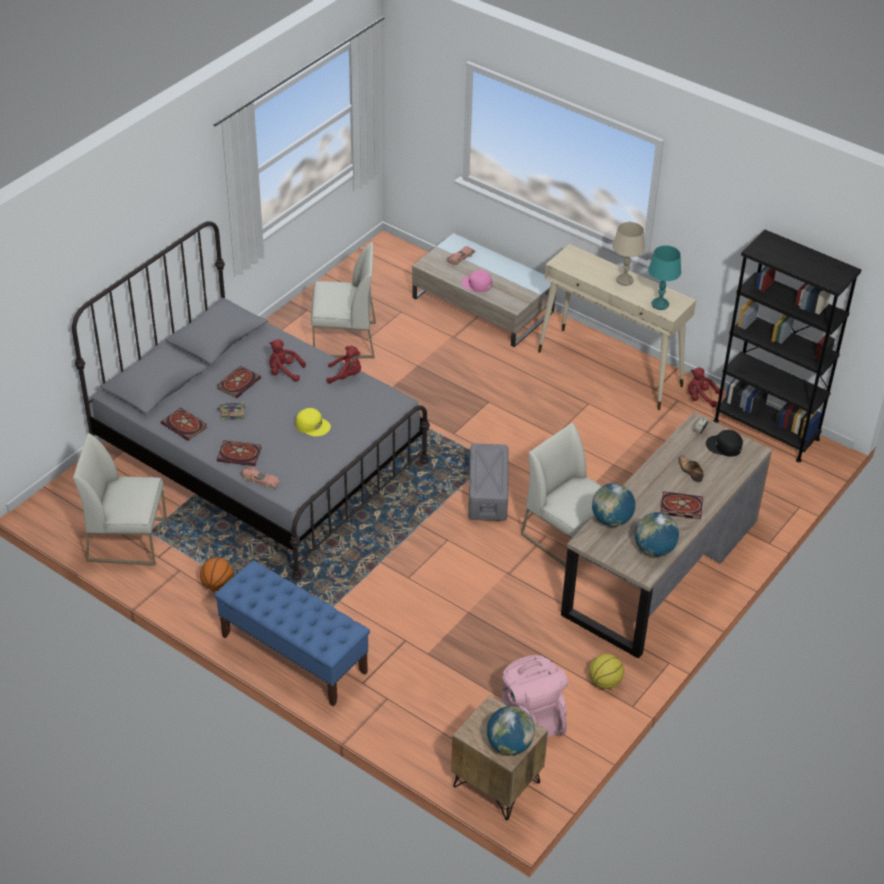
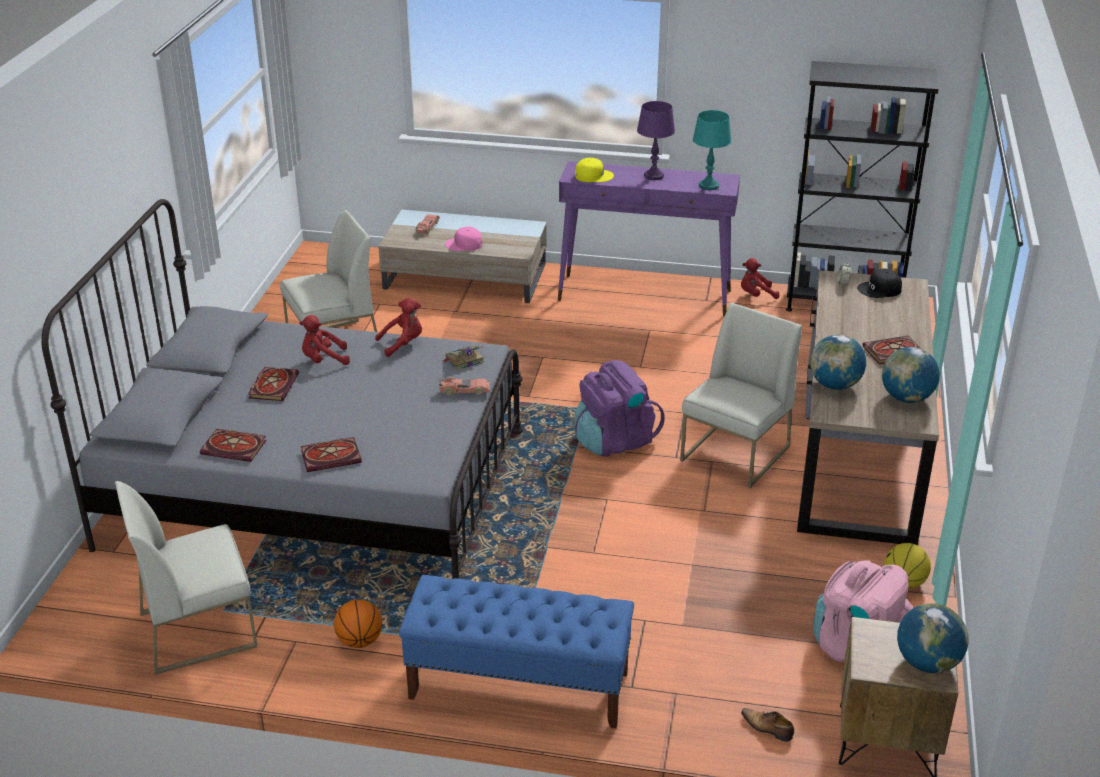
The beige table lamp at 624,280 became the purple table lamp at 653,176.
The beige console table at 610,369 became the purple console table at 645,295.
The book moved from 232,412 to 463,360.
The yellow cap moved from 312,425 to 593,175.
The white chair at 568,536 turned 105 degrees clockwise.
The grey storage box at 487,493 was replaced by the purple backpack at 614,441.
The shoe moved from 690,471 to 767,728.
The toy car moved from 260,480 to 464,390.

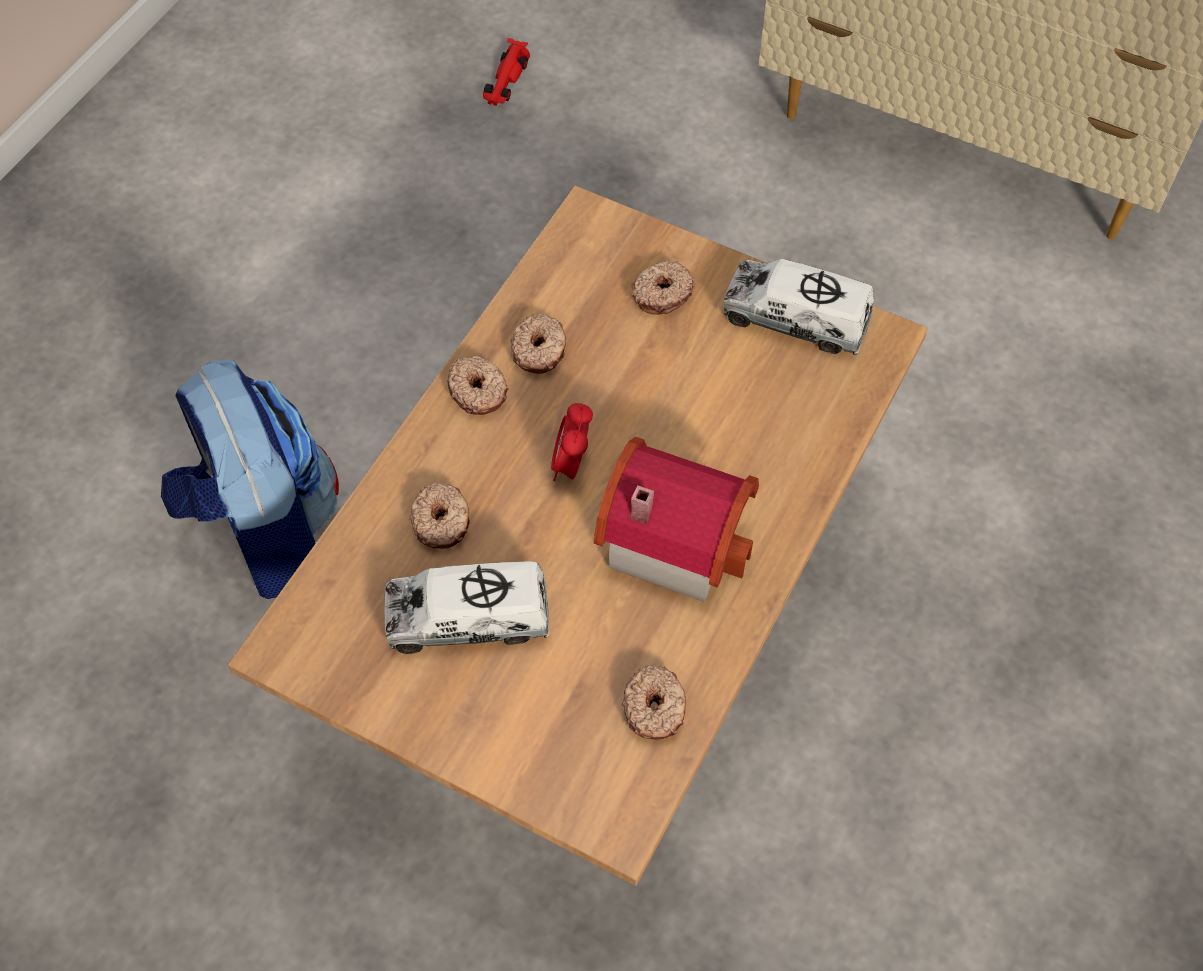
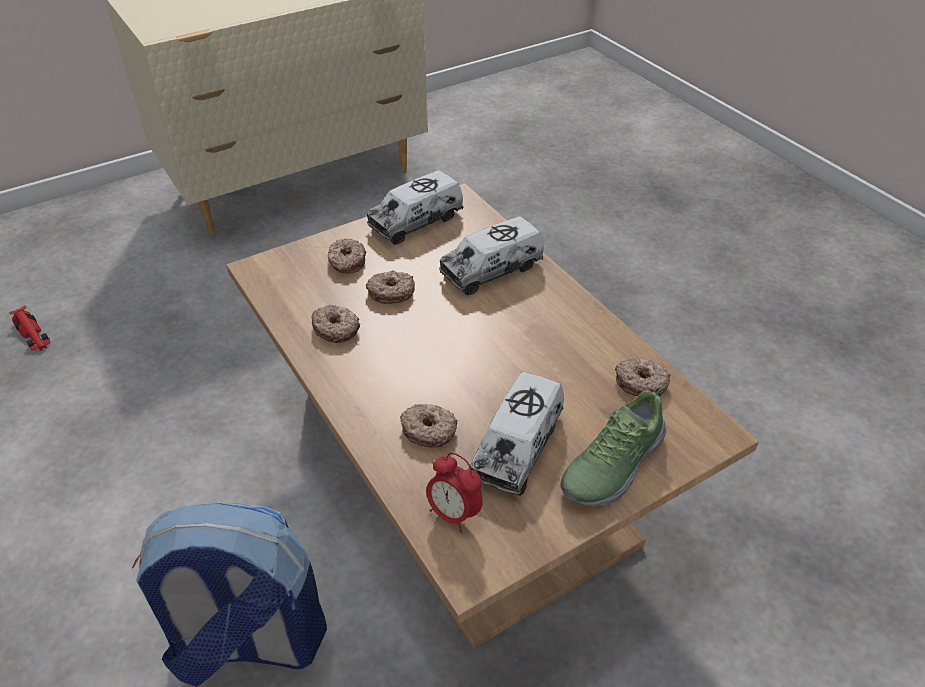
The donut moved from 478,391 to 391,292.
The alarm clock moved from 571,465 to 453,513.
The toy house at 674,534 disappeared.
The toy truck at 491,270 appeared.
The shoe at 611,464 appeared.

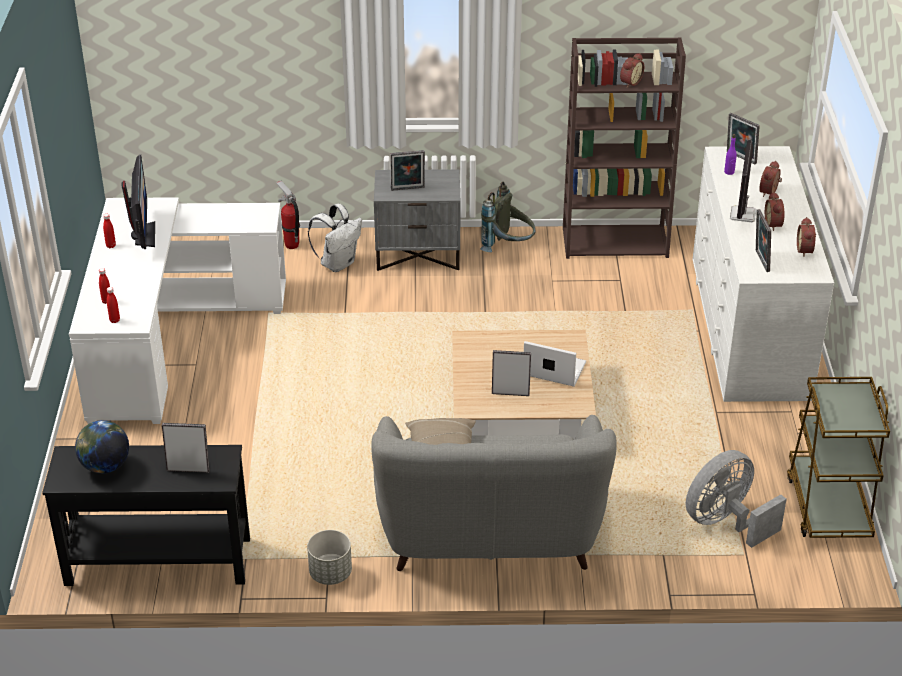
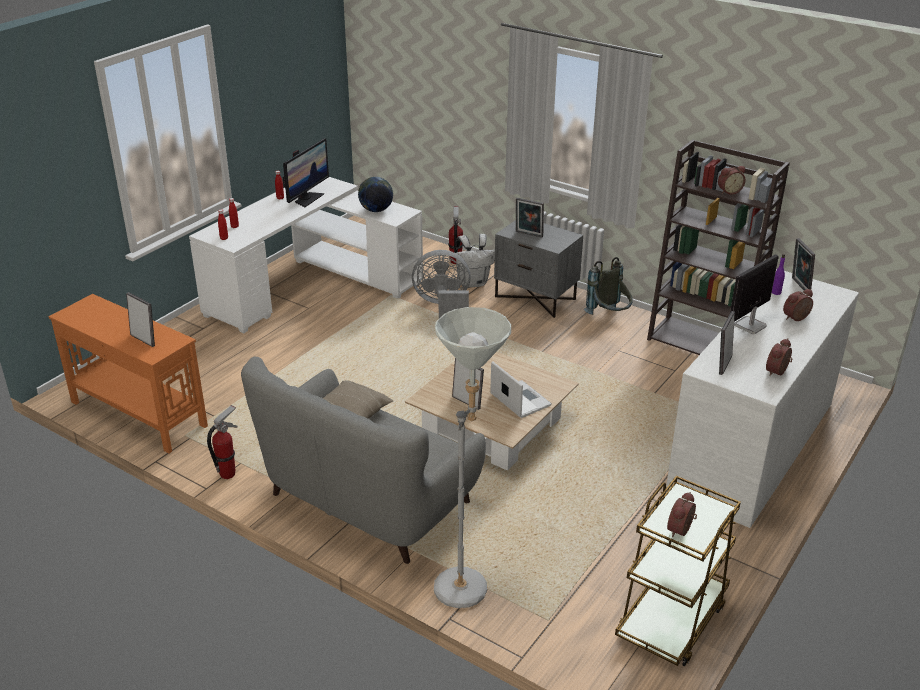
The alarm clock moved from 774,224 to 681,530.
The globe moved from 105,466 to 376,210.
The black console table at 157,561 became the orange console table at 138,413.
The grey fan moved from 725,522 to 443,306.
The grey planter at 330,573 was replaced by the fire extinguisher at 228,474.
The grey floor lamp at 467,581 appeared.

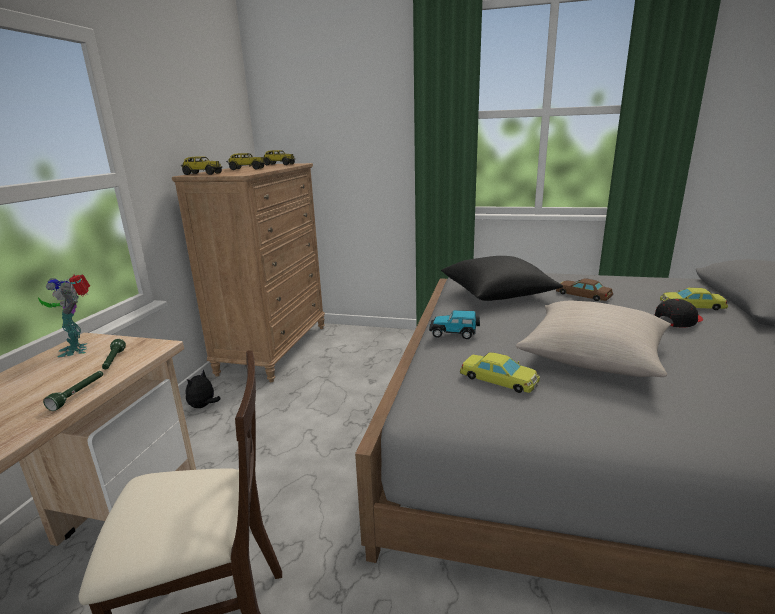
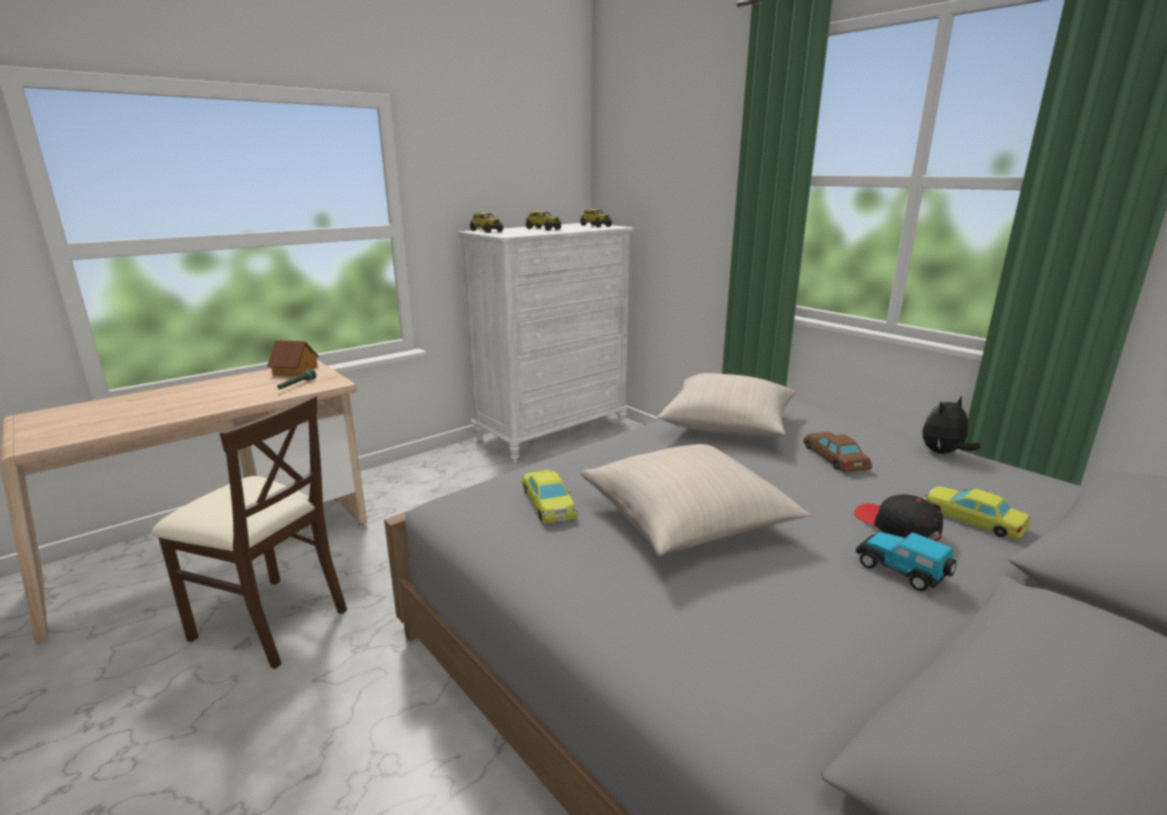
The brown dresser at 274,349 became the white dresser at 552,431.
The black pillow at 497,294 became the beige pillow at 727,425.
The toy robot at 78,349 was replaced by the toy house at 294,371.
The black cap at 677,321 turned 120 degrees counterclockwise.
The toy car moved from 454,333 to 902,571.
The plush toy moved from 203,406 to 943,453.
The green flashlight at 79,394 disappeared.

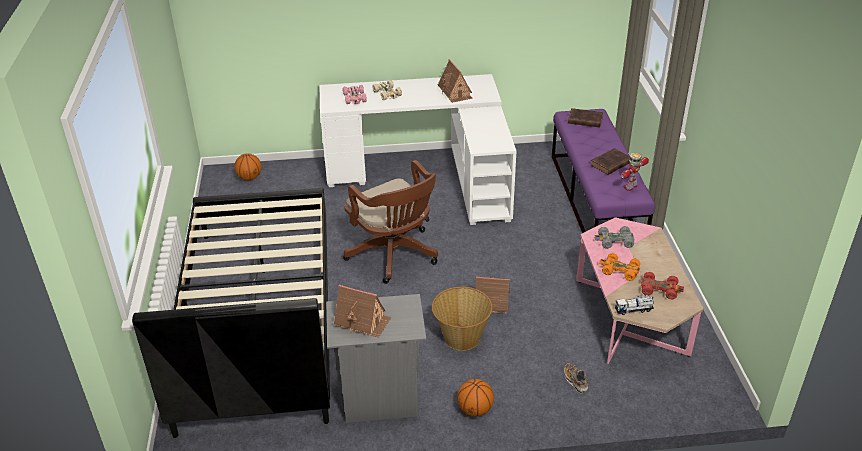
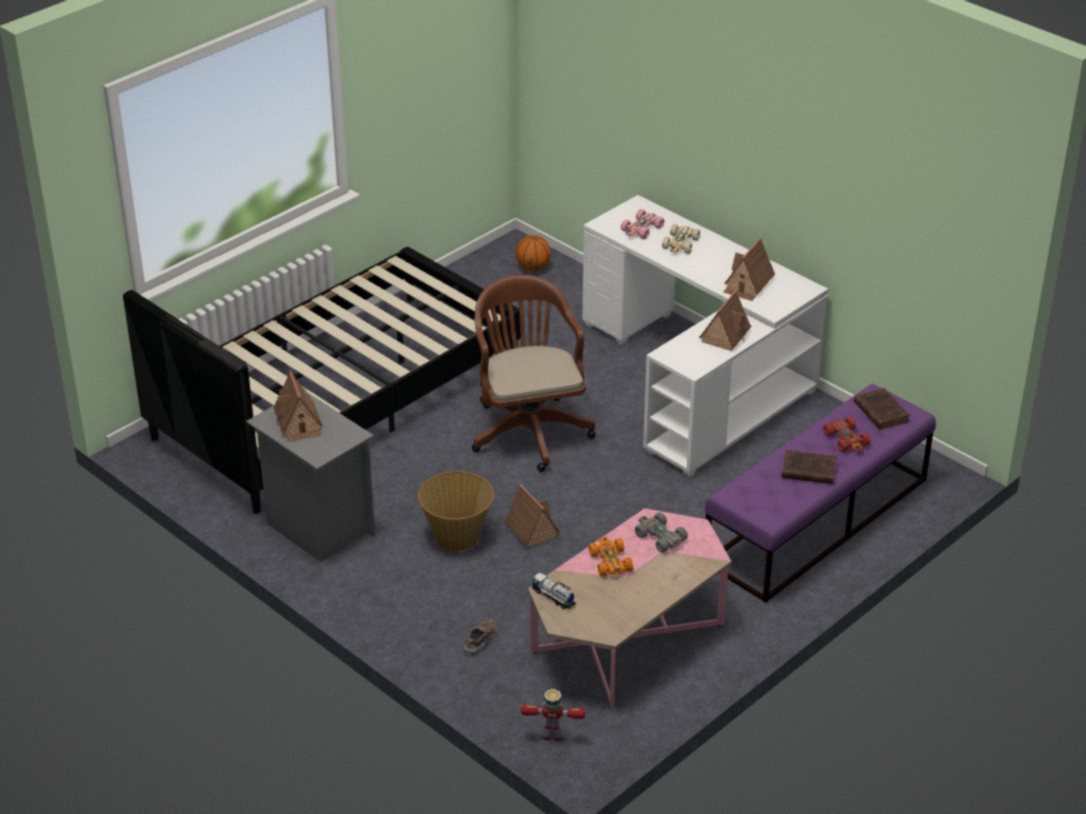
The toy robot moved from 630,186 to 553,735.
The brown office chair at 395,256 turned 150 degrees clockwise.
The red toy car moved from 660,289 to 846,440.
The basketball at 475,410 disappeared.
The toy house at 726,335 appeared.

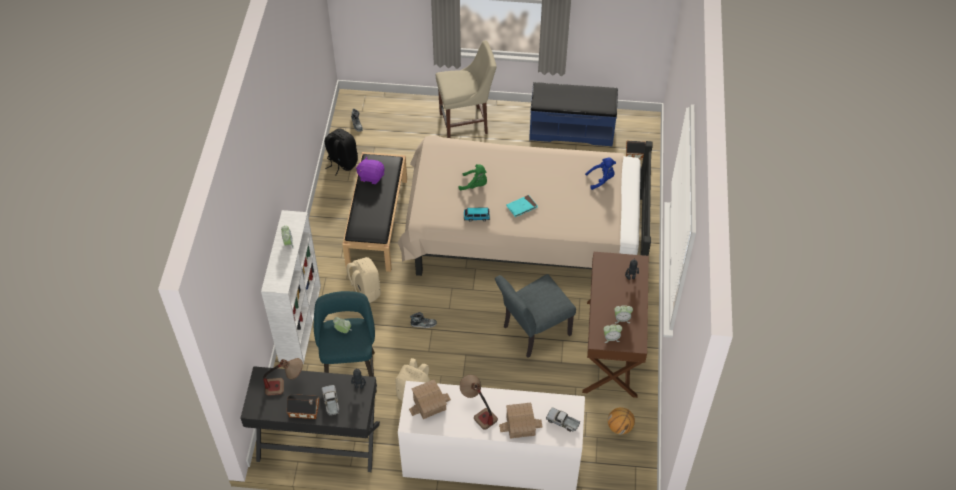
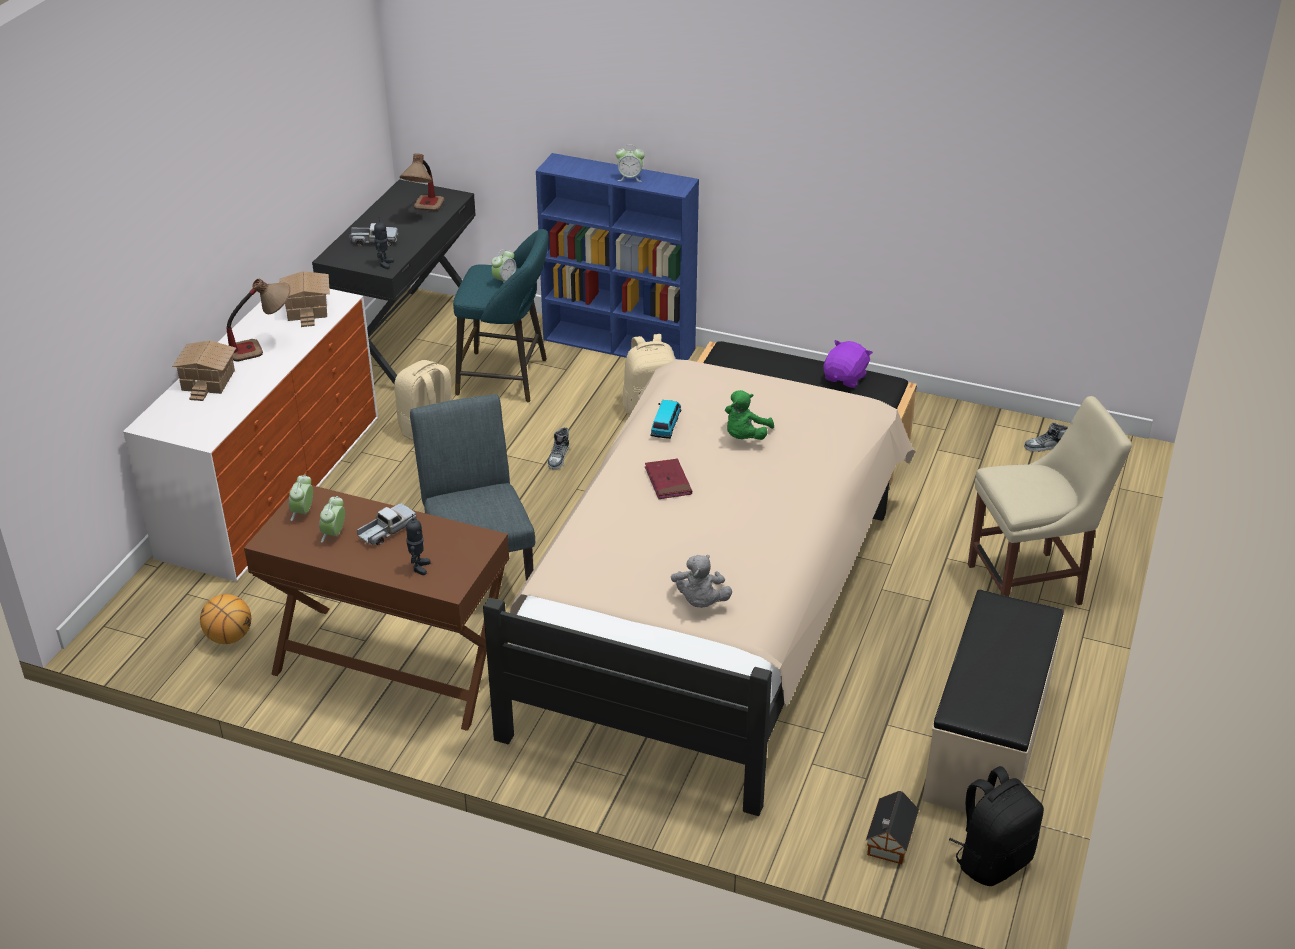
The beige chair at 466,123 turned 105 degrees counterclockwise.
The blue bench at 571,129 became the beige bench at 989,742.
The black backpack moved from 342,162 to 992,860.
The blue plush toy at 601,179 became the grey plush toy at 700,601.
The turquoise book at 521,207 became the red book at 668,481.
The white bookcase at 300,322 became the blue bookcase at 620,344.
The toy house at 305,410 disappeared.
The toy truck moved from 562,422 to 387,531.

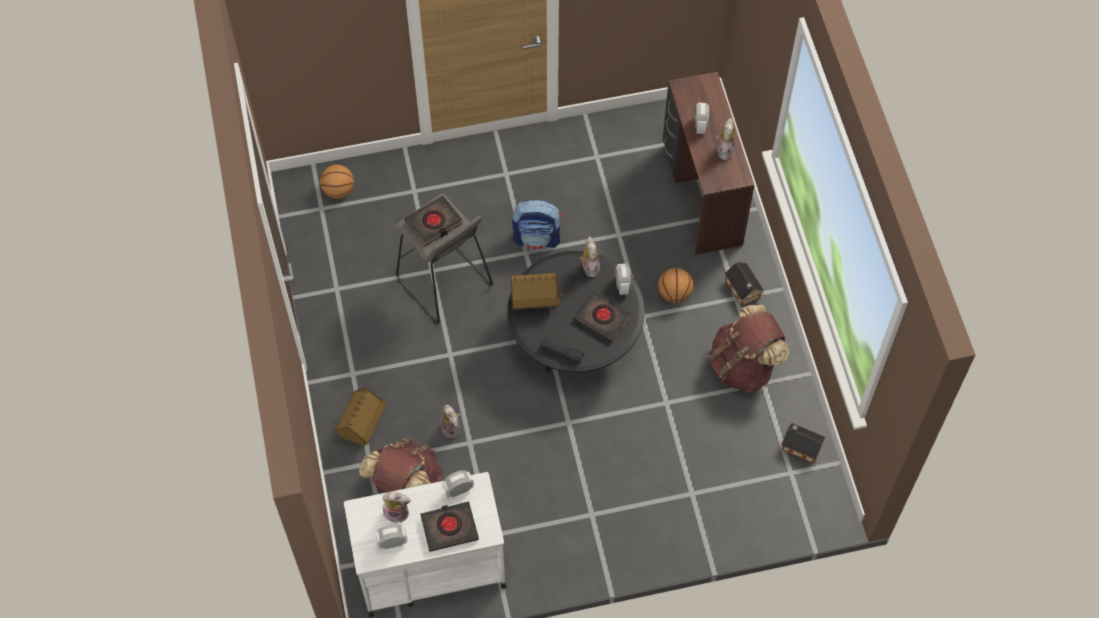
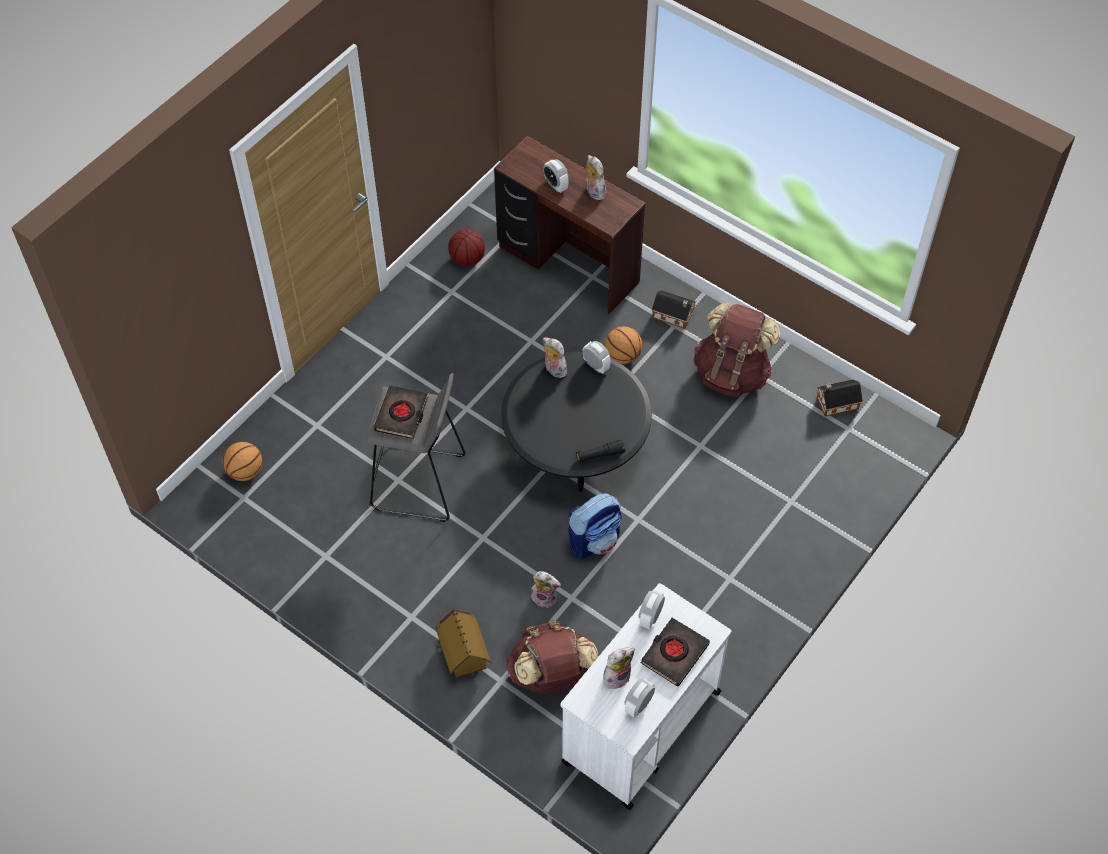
The backpack moved from 537,238 to 594,540.
The toy house at 535,300 disappeared.
The black book at 602,318 disappeared.
The basketball at 467,259 appeared.

